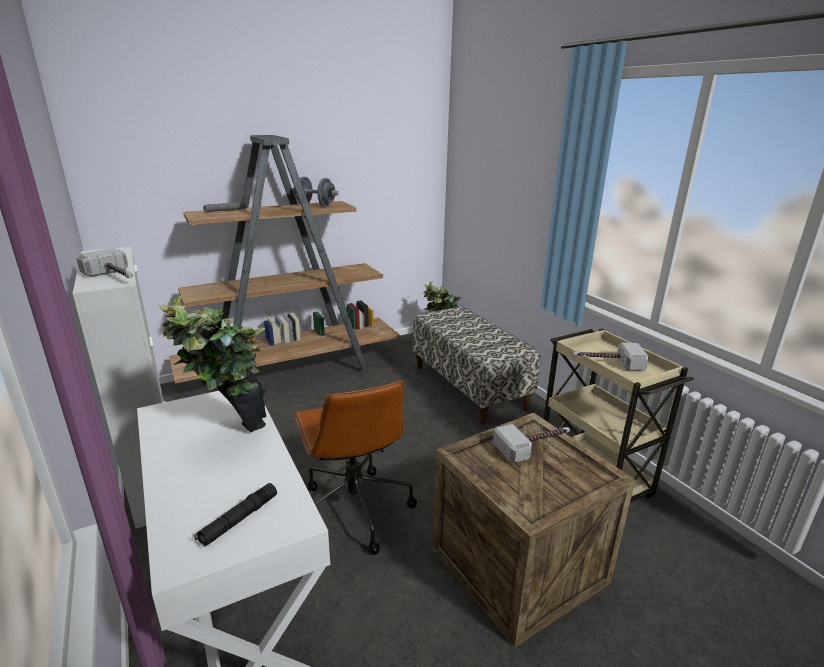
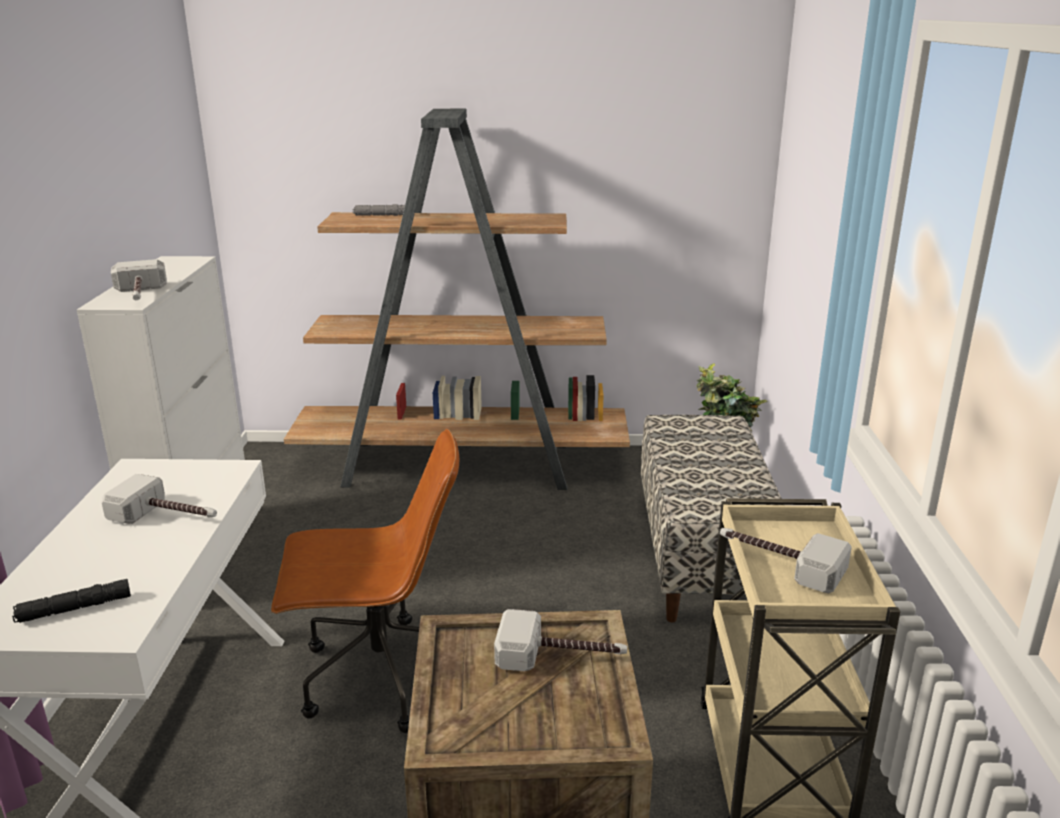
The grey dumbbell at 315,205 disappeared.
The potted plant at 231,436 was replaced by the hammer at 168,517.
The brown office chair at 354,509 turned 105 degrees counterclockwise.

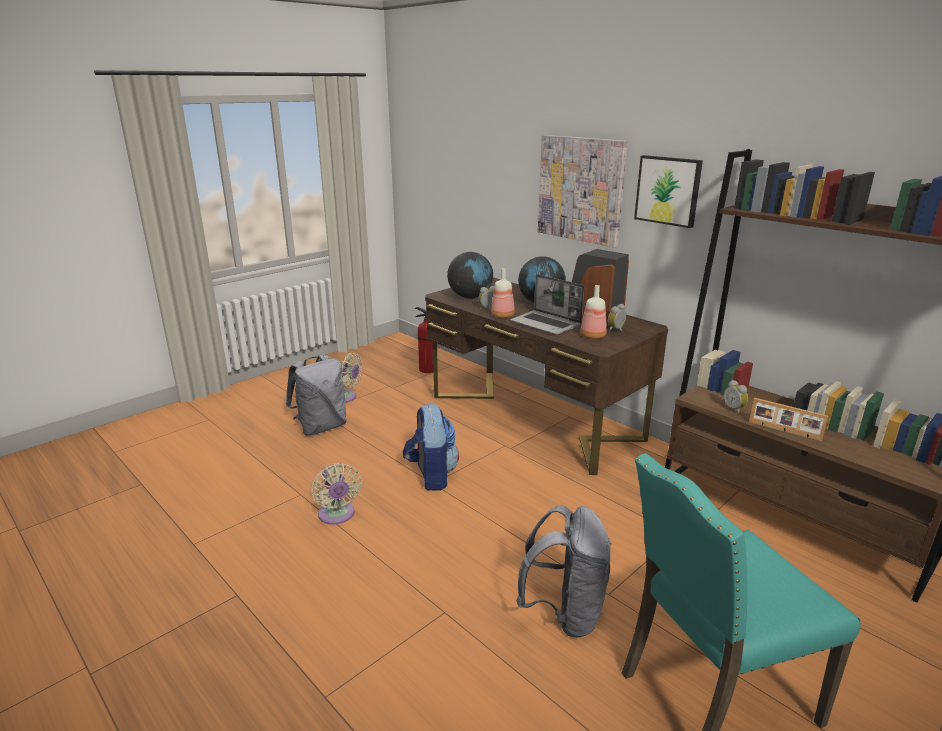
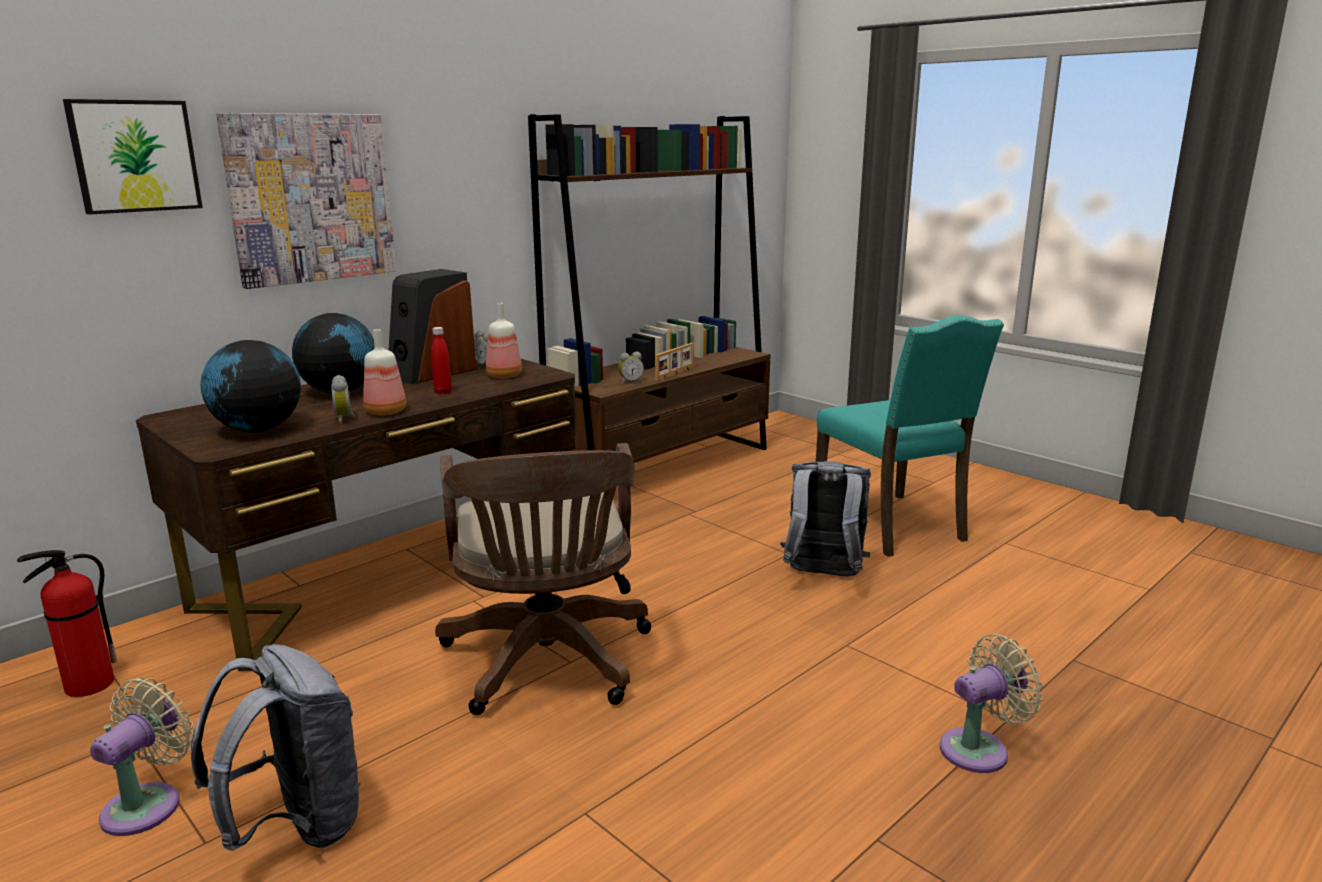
The picture moved from 668,190 to 134,156.
The laptop at 546,324 was replaced by the red bottle at 443,392.
The backpack at 431,476 was replaced by the brown office chair at 548,664.
The beige fan moved from 337,515 to 979,749.

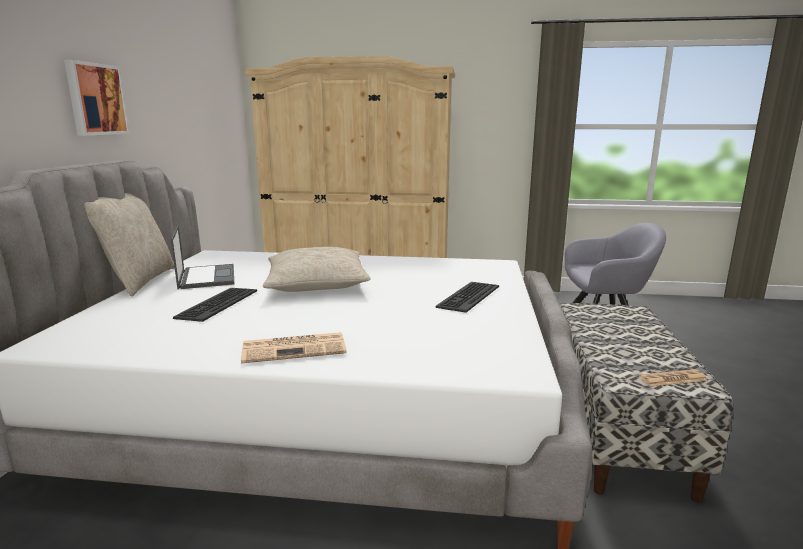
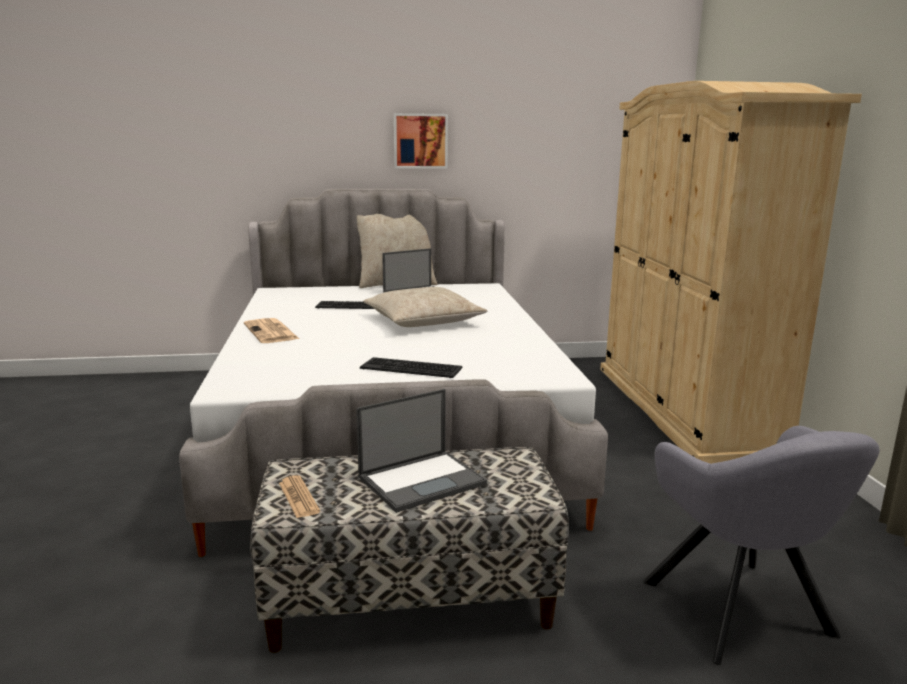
The laptop at 422,480 appeared.

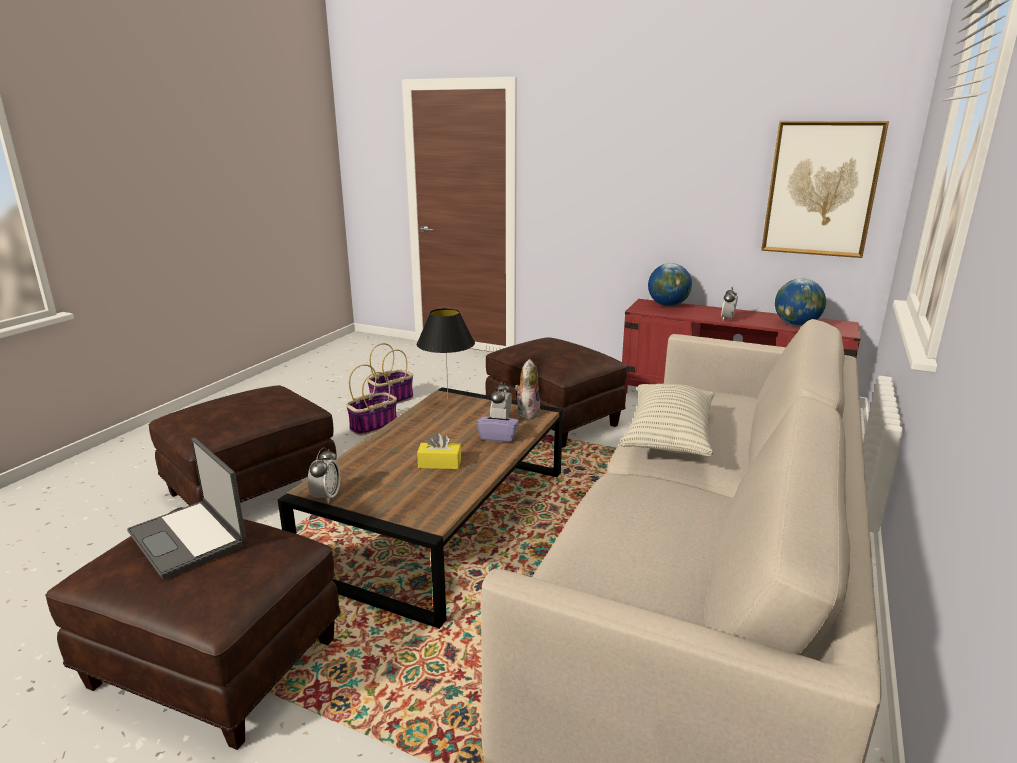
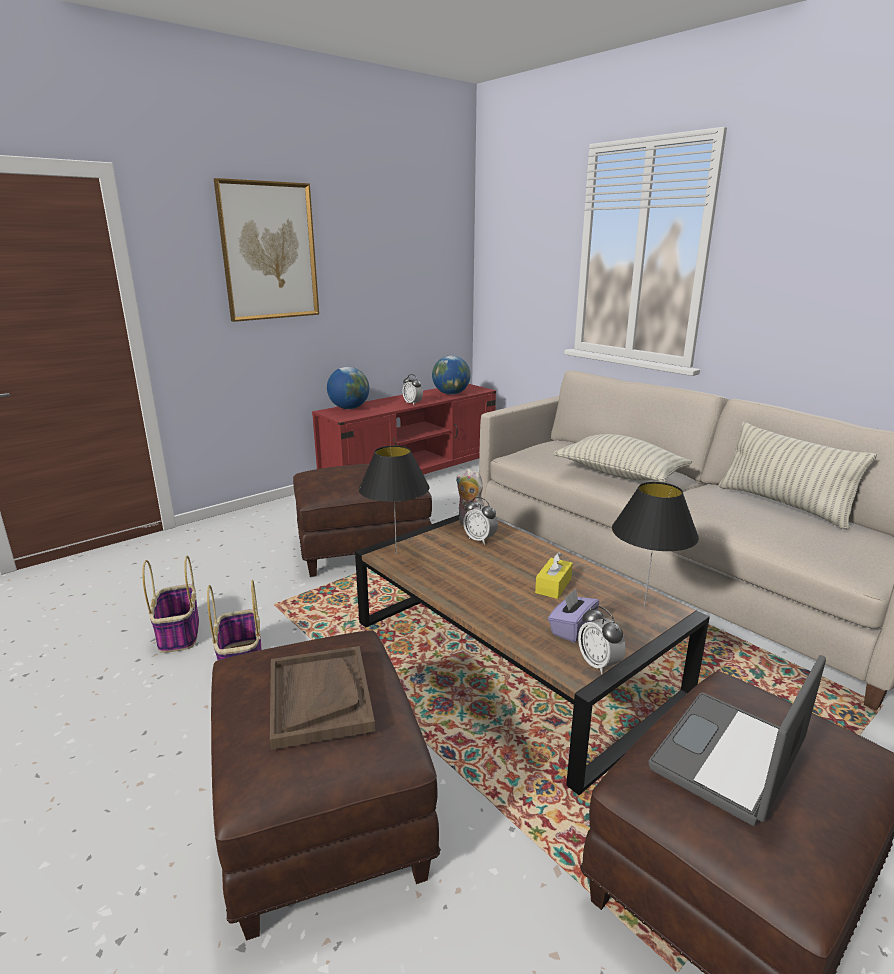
The picture moved from 821,189 to 269,251.
The purple tissue box moved from 498,437 to 571,629.
The laptop at 190,538 turned 150 degrees clockwise.
The alarm clock at 326,497 turned 150 degrees counterclockwise.
The pillow at 783,505 appeared.
The black table lamp at 644,607 appeared.
The brown tray at 319,697 appeared.

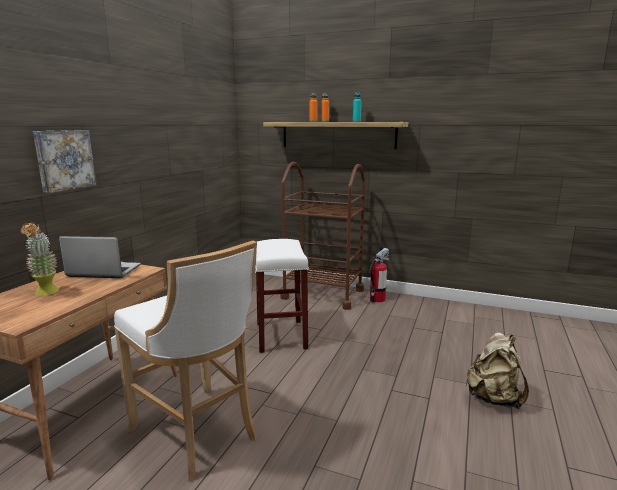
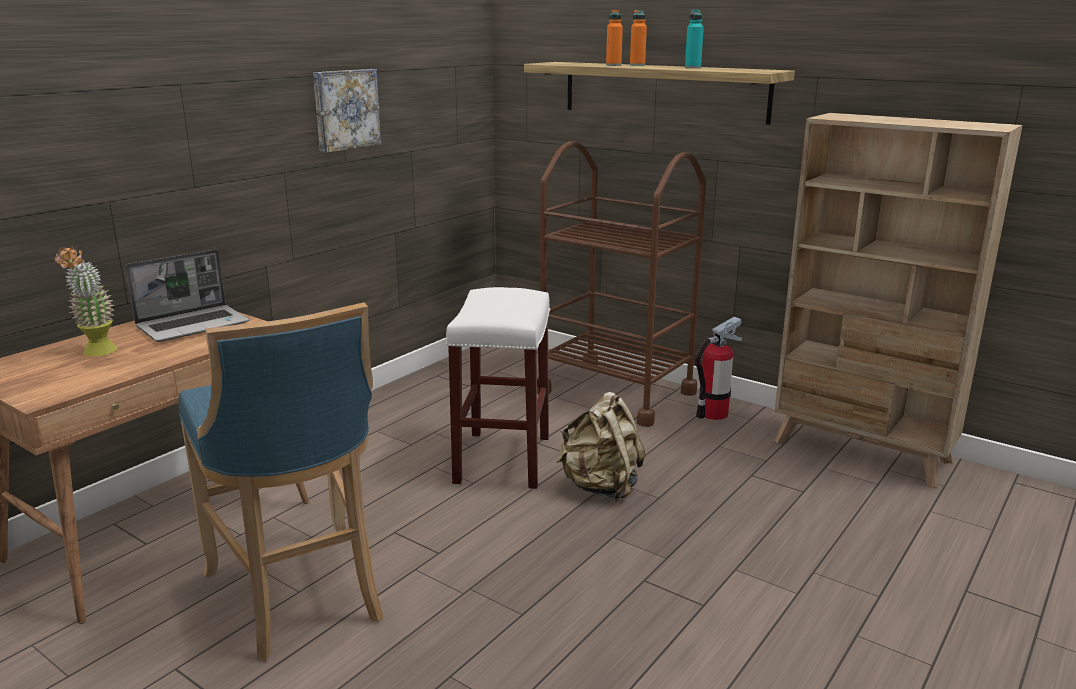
The picture moved from 64,160 to 345,109.
The laptop at 103,271 turned 120 degrees clockwise.
The white stool at 198,434 became the blue stool at 300,597.
The beige backpack moved from 493,398 to 601,487.
The beige bookcase at 862,452 appeared.

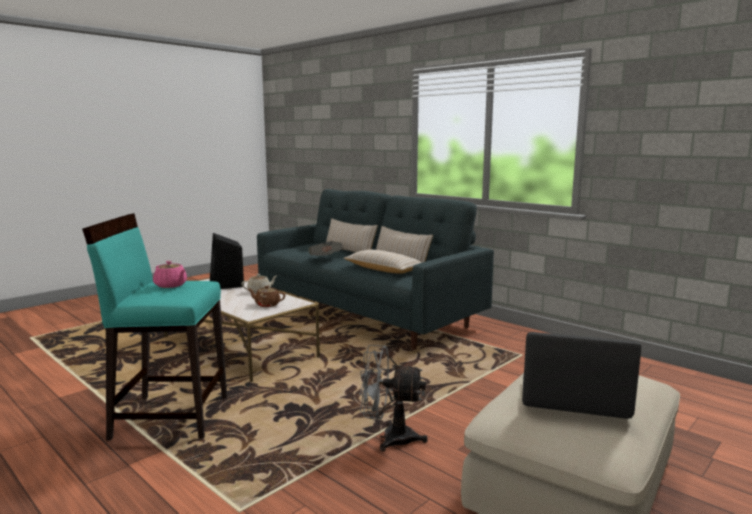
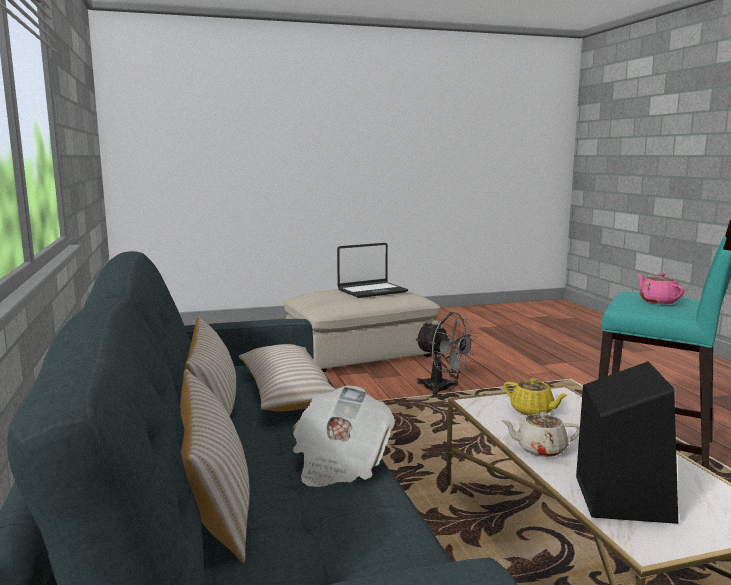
The brown teapot at 267,304 became the yellow teapot at 532,411.
The laptop at 574,398 turned 75 degrees counterclockwise.

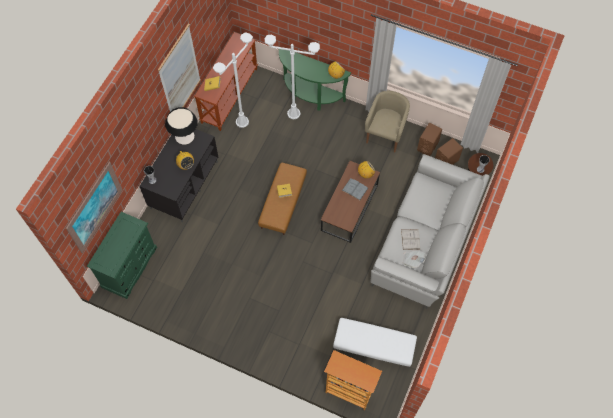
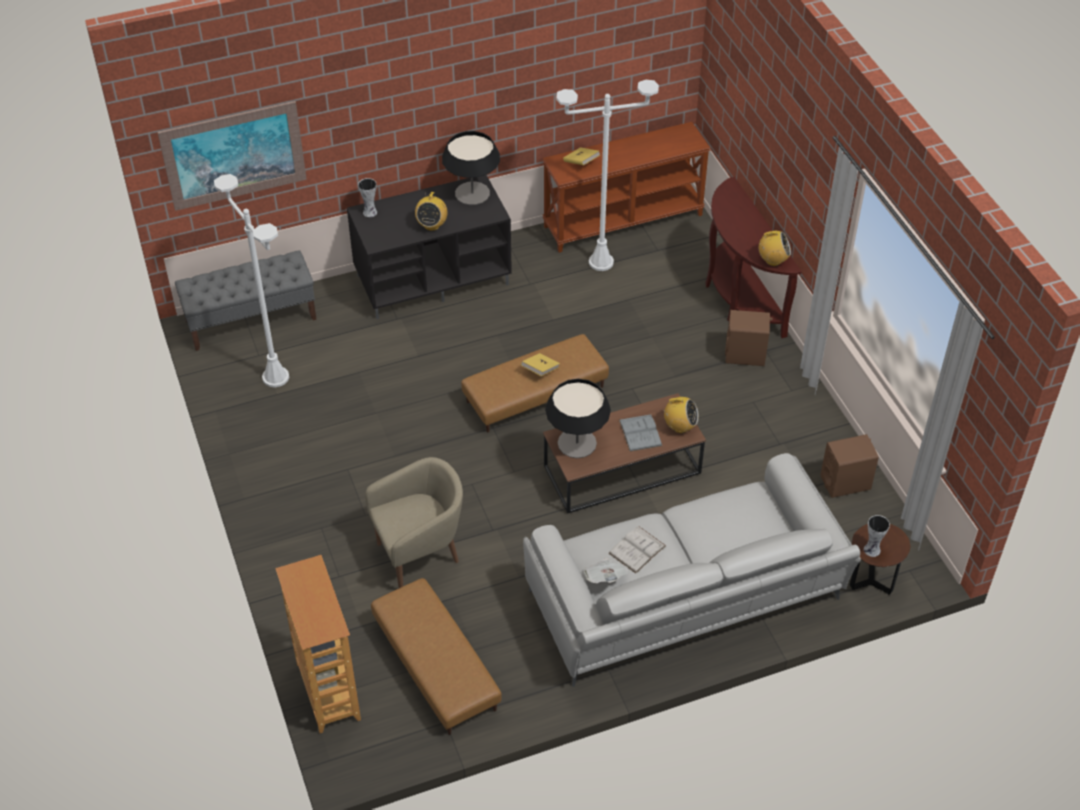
The picture at 180,74 disappeared.
The white floor lamp moved from 293,113 to 275,377.
The green console table at 310,96 became the brown console table at 739,297.
The beige armchair moved from 385,135 to 421,556.
The brown speaker moved from 446,161 to 745,355.
The green dresser at 129,267 was replaced by the grey bench at 251,319.
The white ottoman at 373,346 became the brown ottoman at 435,666.
The table lamp at 577,443 appeared.

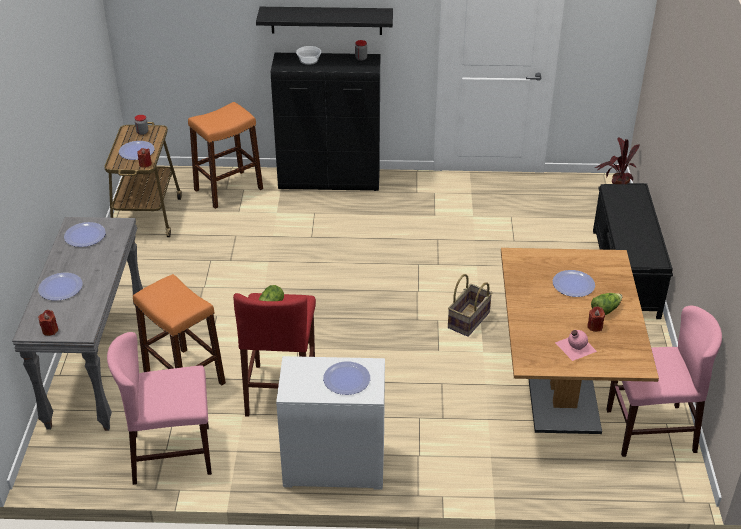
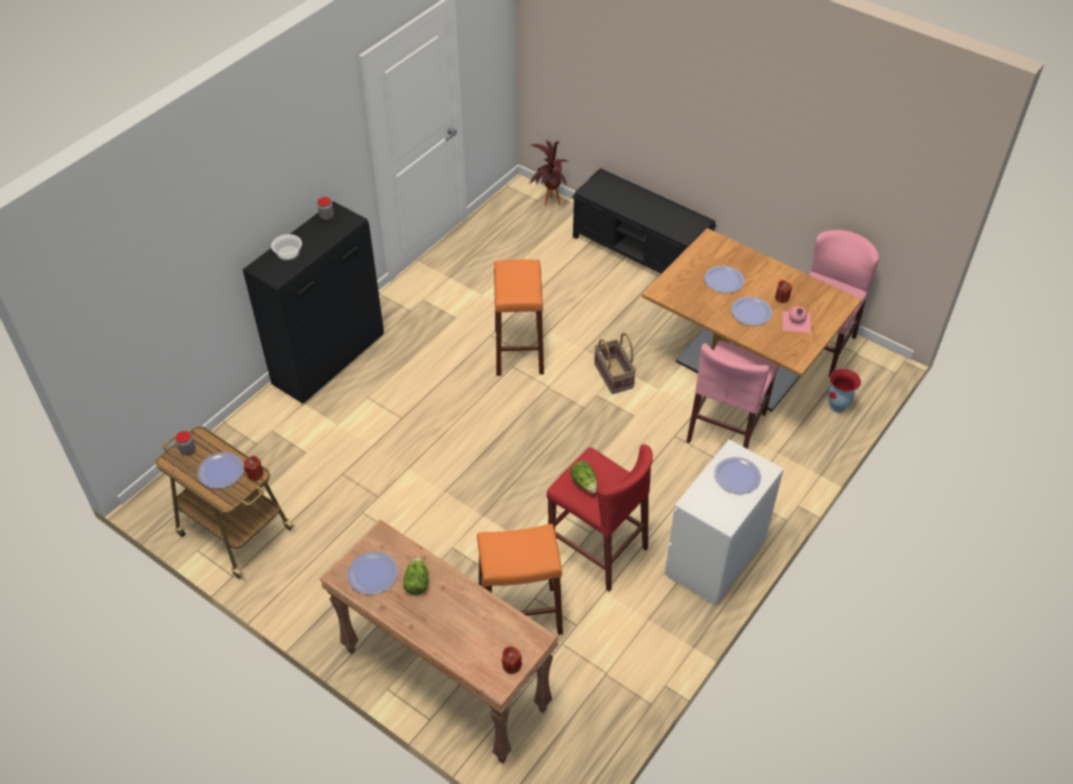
The black shelf at 326,20 disappeared.
The orange stool moved from 228,189 to 519,351.
The grey console table at 97,366 became the brown console table at 444,680.
The plate moved from 60,287 to 751,312.
The lettuce moved from 605,309 to 416,582.
The pink chair moved from 172,454 to 726,427.
The vase at 837,407 appeared.

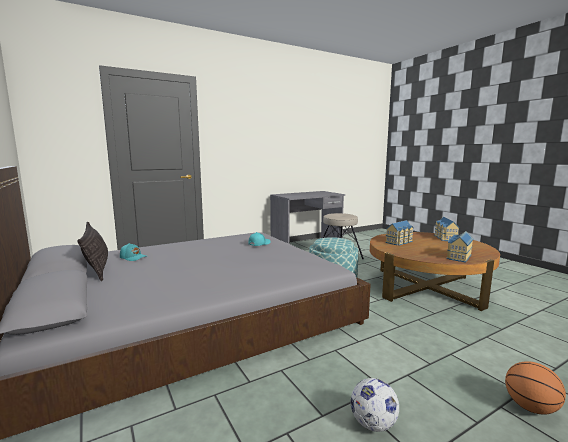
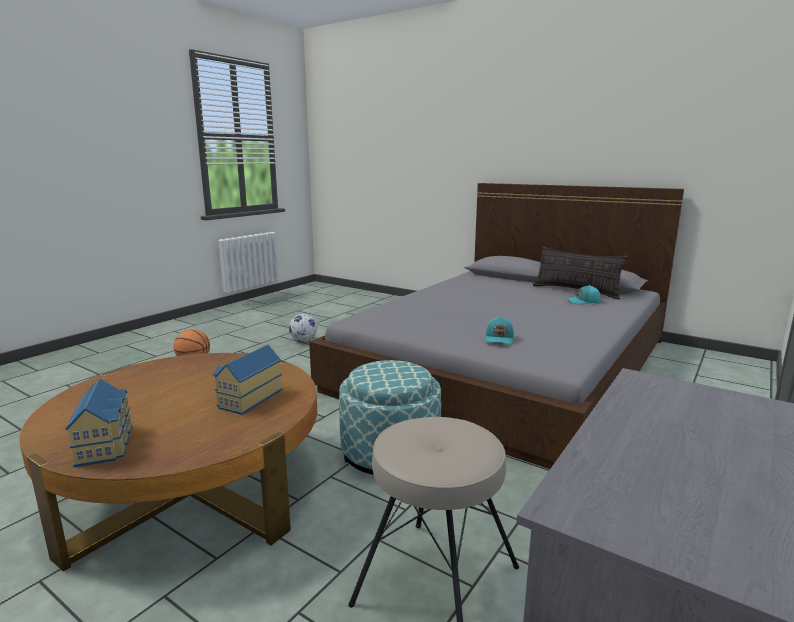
The toy house at 458,257 disappeared.

